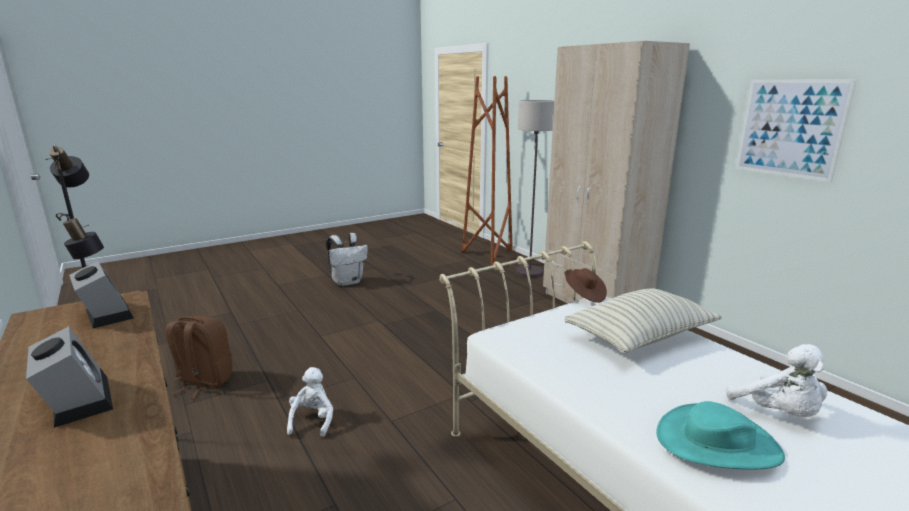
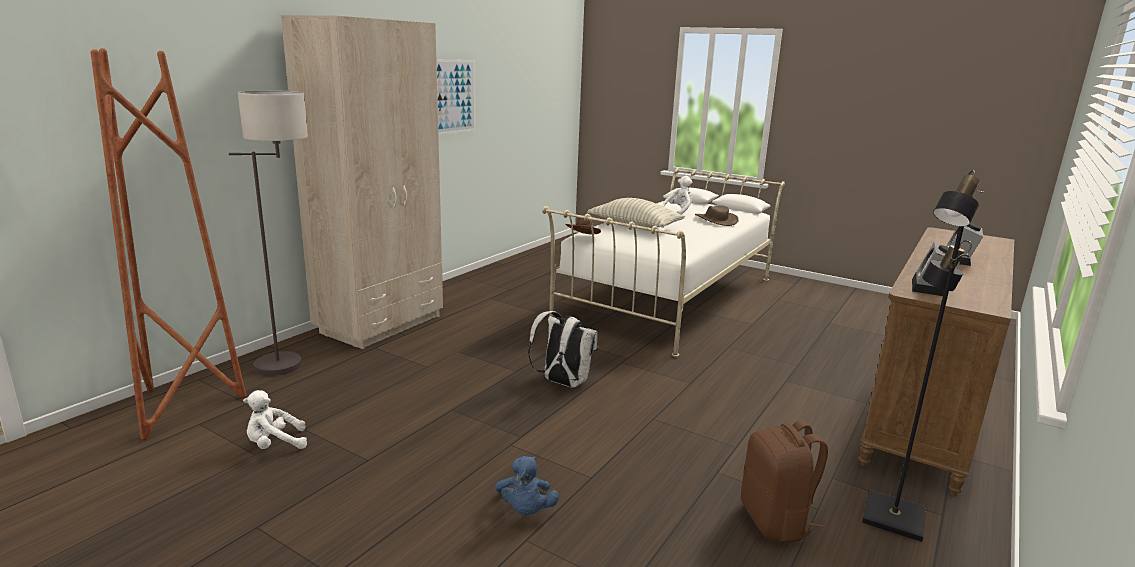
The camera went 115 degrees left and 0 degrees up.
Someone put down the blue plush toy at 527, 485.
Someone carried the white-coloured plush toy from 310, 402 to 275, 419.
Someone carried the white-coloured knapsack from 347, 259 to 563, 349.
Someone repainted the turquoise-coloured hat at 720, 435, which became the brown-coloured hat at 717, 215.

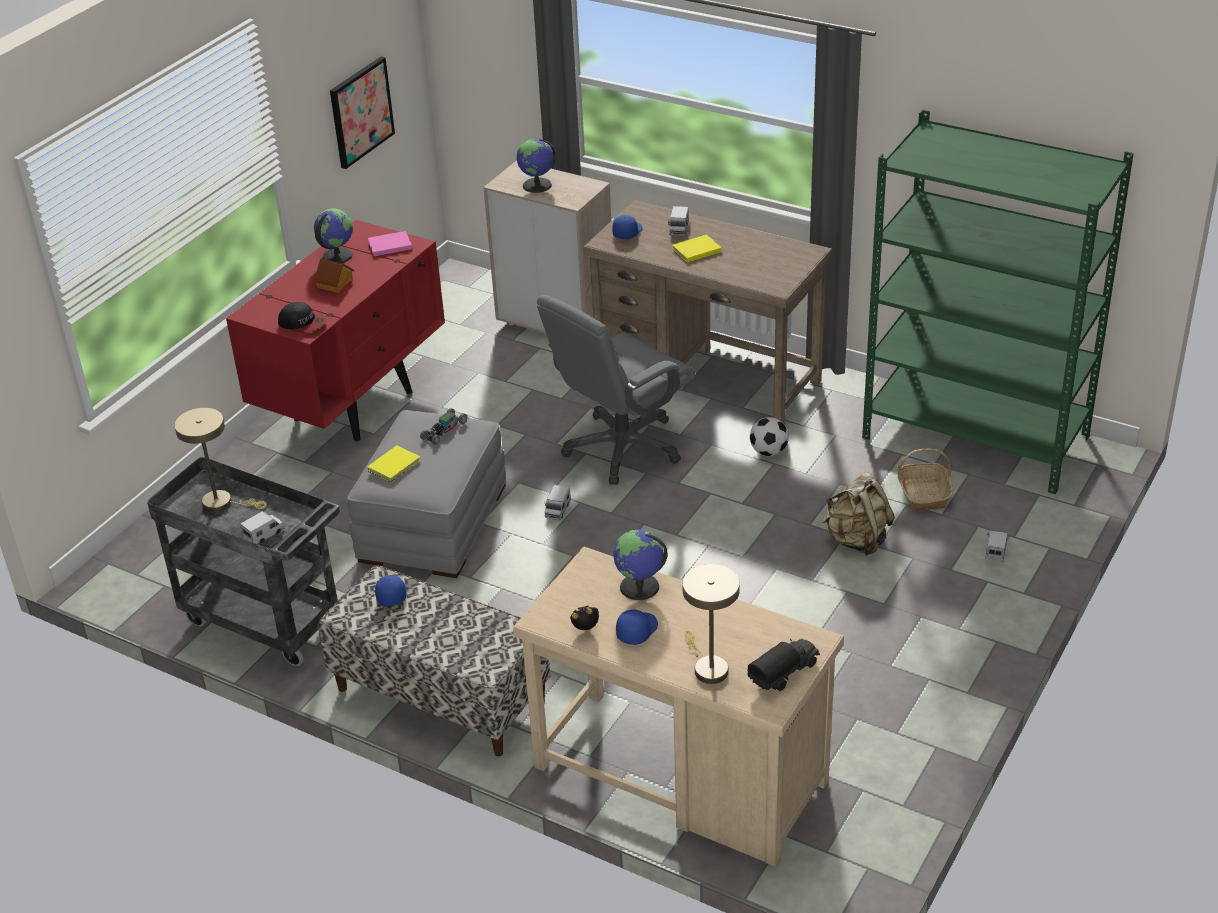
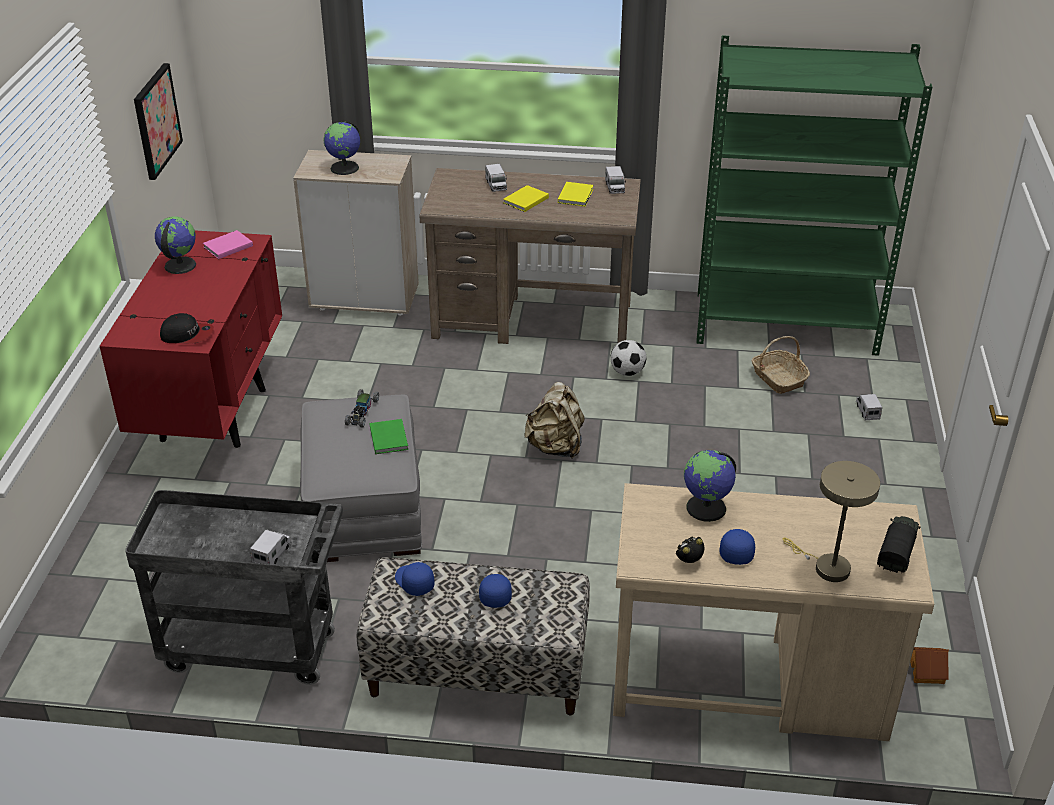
The camera went 25 degrees left and 0 degrees up.
Someone took away the sand-coloured tabletop lamp at 220, 460.
Someone took away the greyish computer chair at 616, 390.
Someone put down the green-coloured bound book at 389, 436.
Someone carried the miniature house from 334, 275 to 929, 665.
Someone carried the yellowish bound book from 394, 464 to 576, 194.
Someone carried the toy lorry from 558, 502 to 615, 180.
Someone carried the blue cap from 627, 227 to 495, 591.
Someone carried the sand-coloured knapsack from 858, 514 to 555, 420.

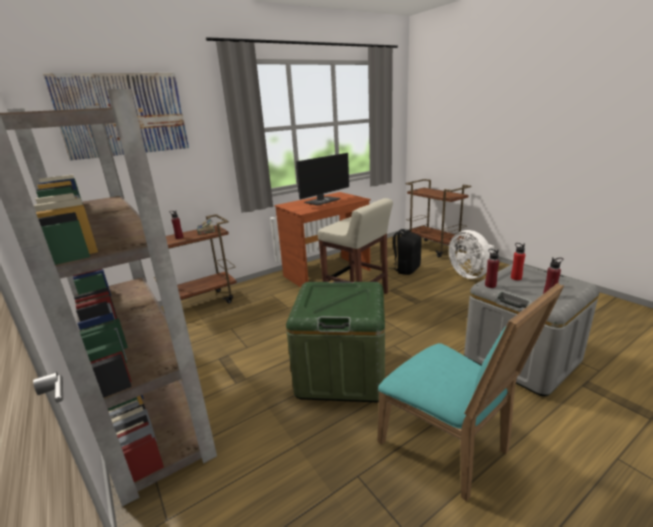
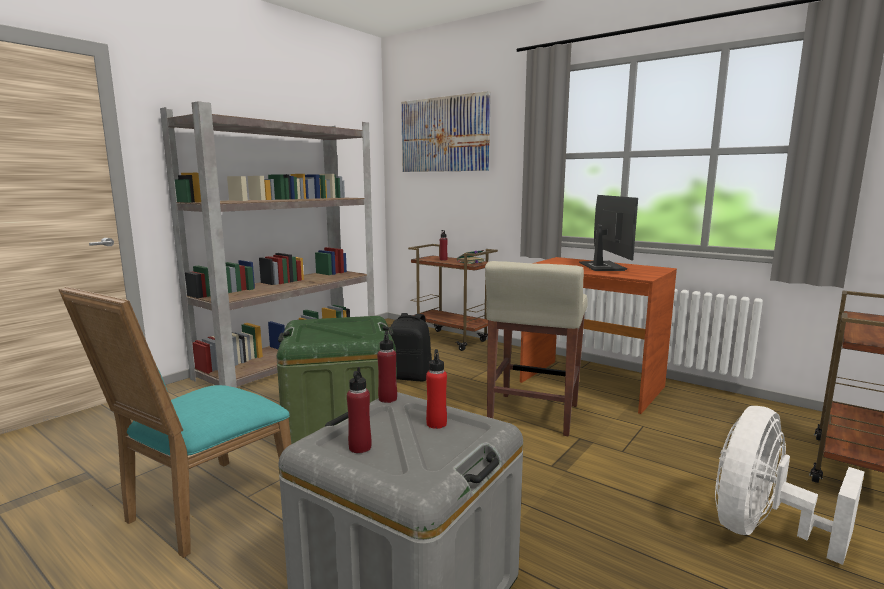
The camera went 70 degrees right and 10 degrees down.
Someone carried the blackish knapsack from 405, 252 to 411, 347.
Someone rotated the computer screen at 322, 179 by 120 degrees counterclockwise.

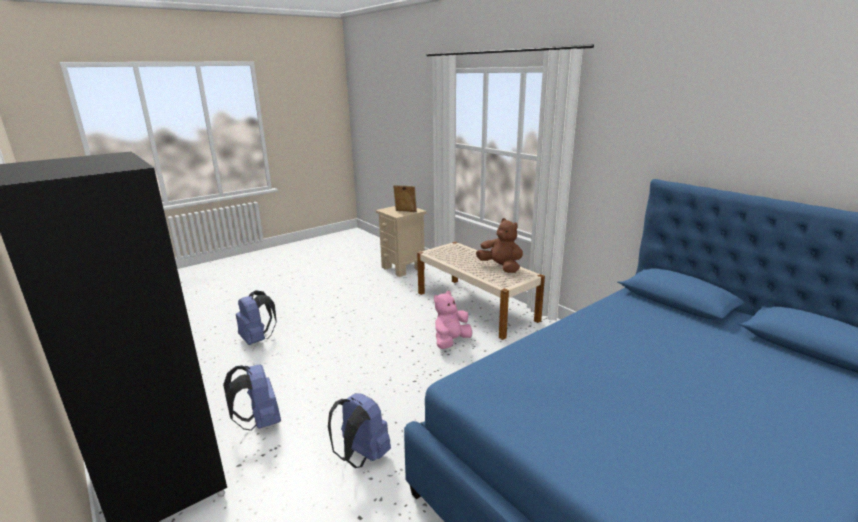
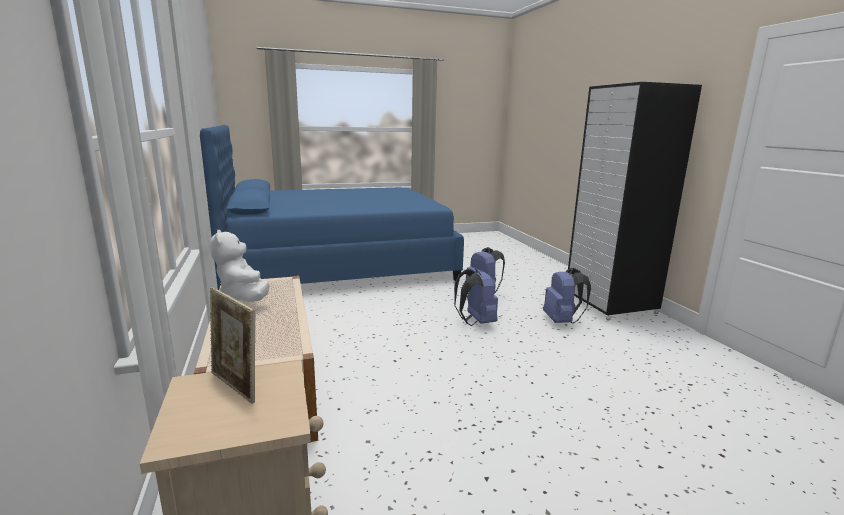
The camera went 160 degrees left and 5 degrees down.
Someone took away the pink-coloured plush toy at 453, 320.
Someone carried the blue knapsack from 256, 317 to 476, 297.
Someone repainted the brown-coloured plush toy at 499, 245, which became the white-coloured plush toy at 239, 266.

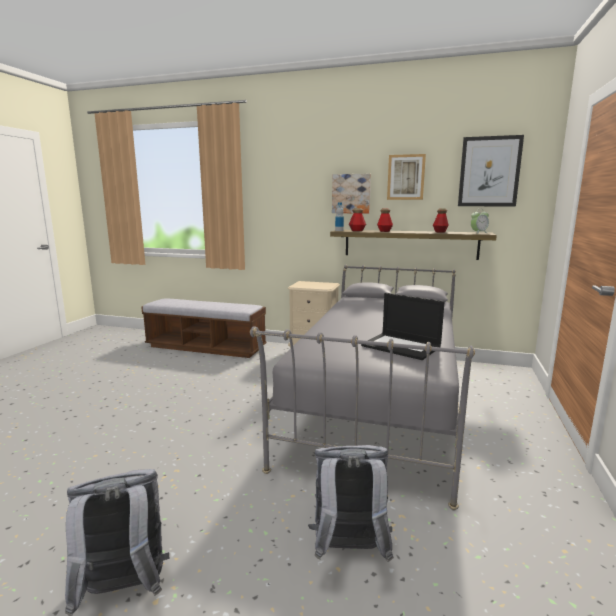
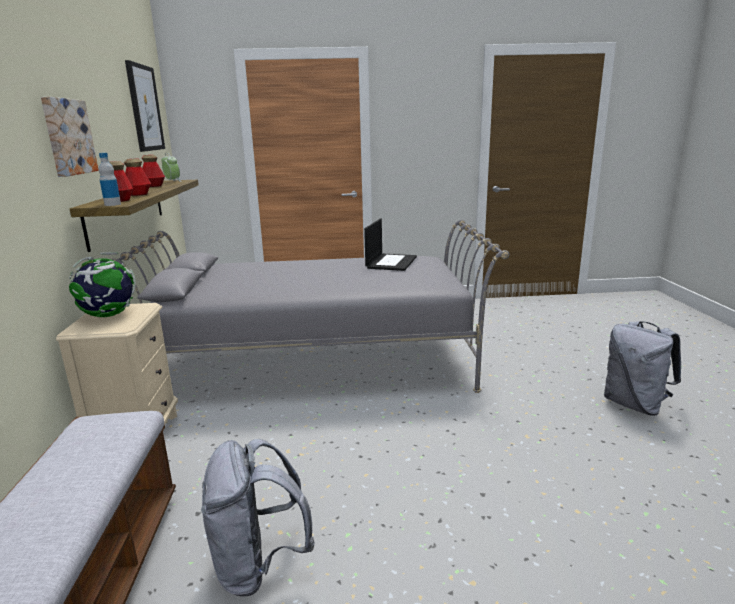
The camera went 110 degrees left and 5 degrees up.
Someone took away the picture at 406, 177.
Someone put down the desk globe at 102, 284.
Someone carried the greyish knapsack from 351, 503 to 258, 517.

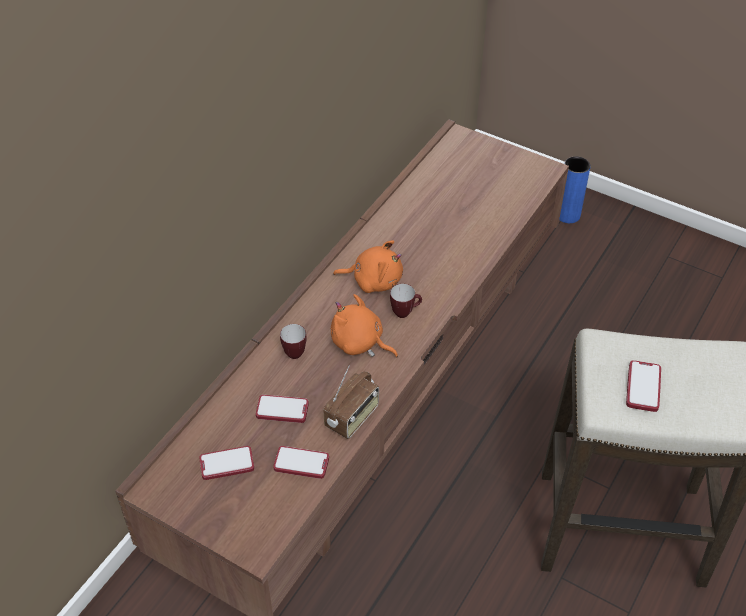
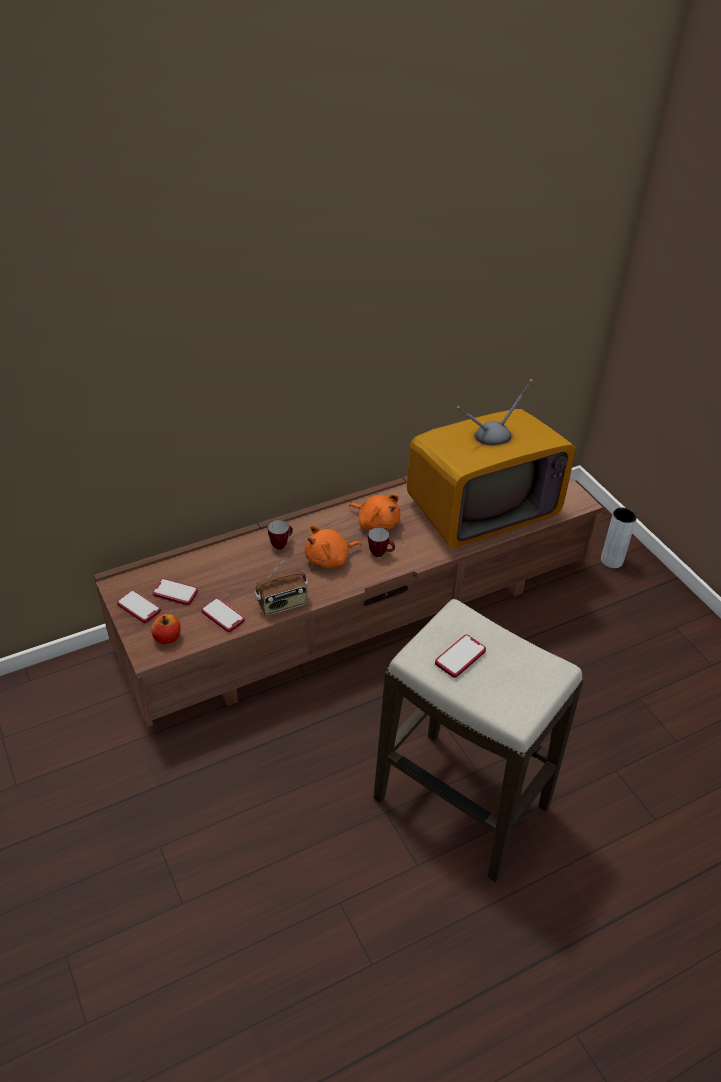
The camera went 30 degrees right and 5 degrees down.
Someone put down the whole apple at 166, 629.
Someone put down the television at 491, 463.
Someone carried the handset from 282, 409 to 139, 606.
Someone repainted the blue vase at 575, 189, which became the greyish vase at 619, 538.
Someone rotated the orange plush toy at 364, 325 by 90 degrees counterclockwise.

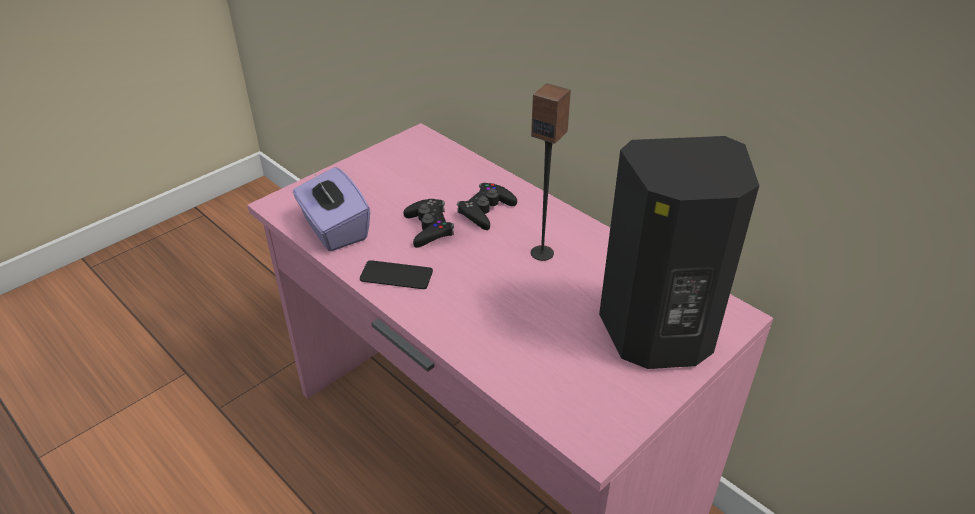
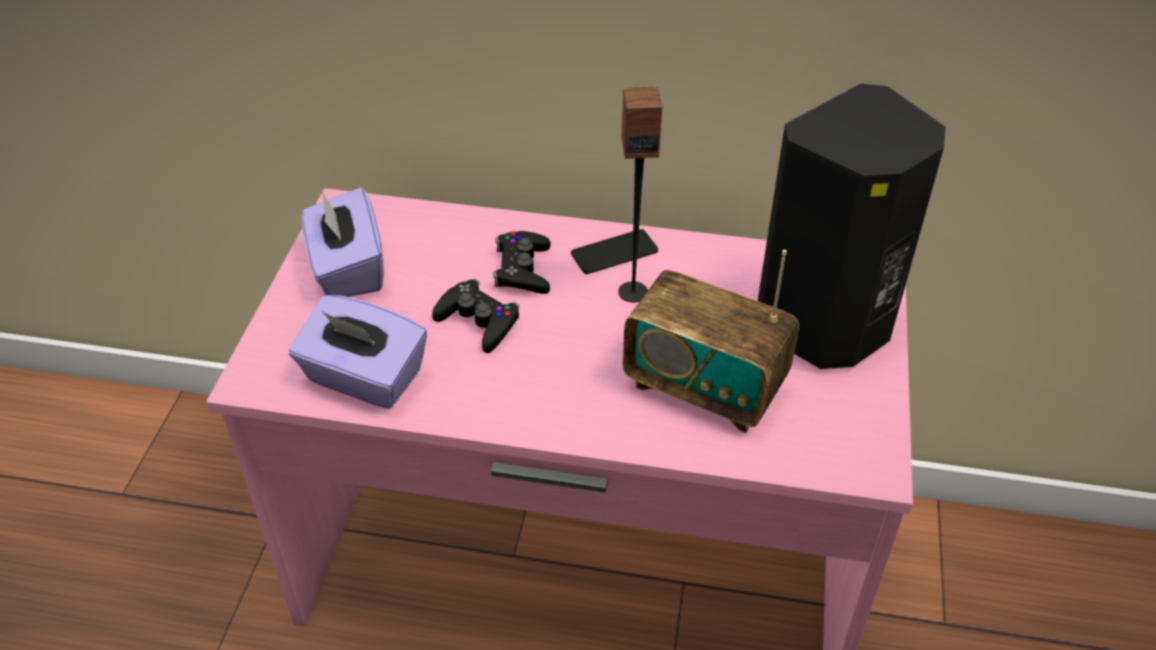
The camera went 35 degrees left and 5 degrees up.
Someone put down the purple-coloured box of tissues at 342, 242.
Someone put down the radio set at 711, 341.
Someone carried the handset from 396, 274 to 614, 251.

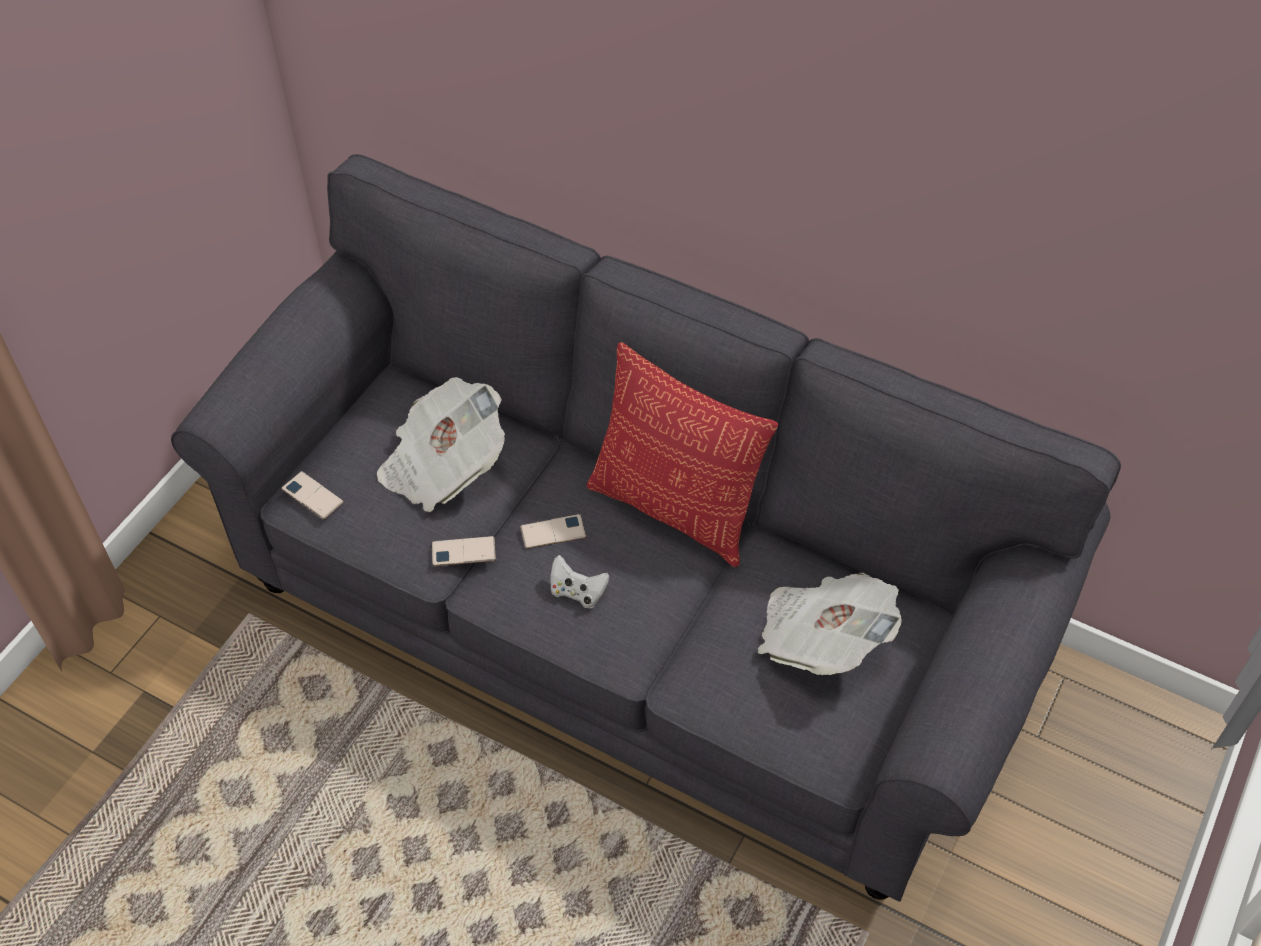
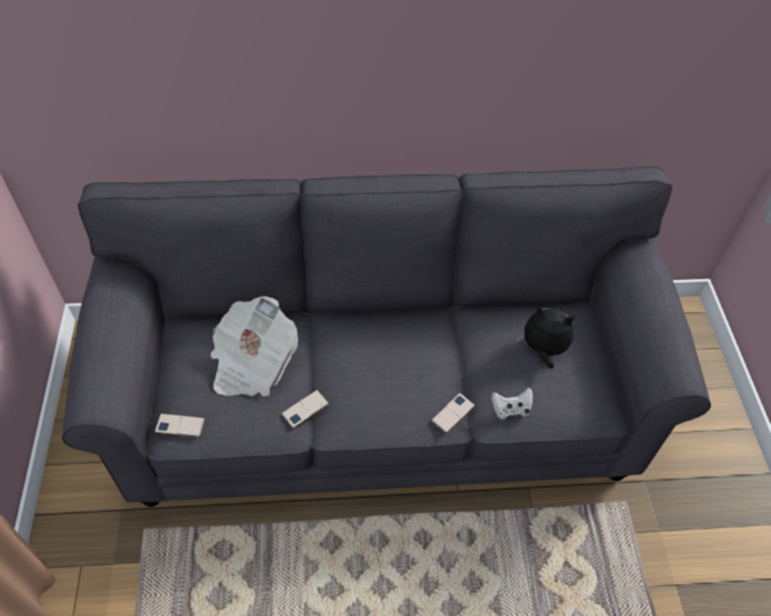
The camera went 35 degrees left and 0 degrees up.
Someone took away the red-coloured cushion at 682, 454.
Someone carried the handset from 553, 531 to 453, 413.
Someone carried the white-coloured joypad from 579, 581 to 512, 403.
Someone swapped the daily paper at 830, 624 for the plush toy at 546, 336.

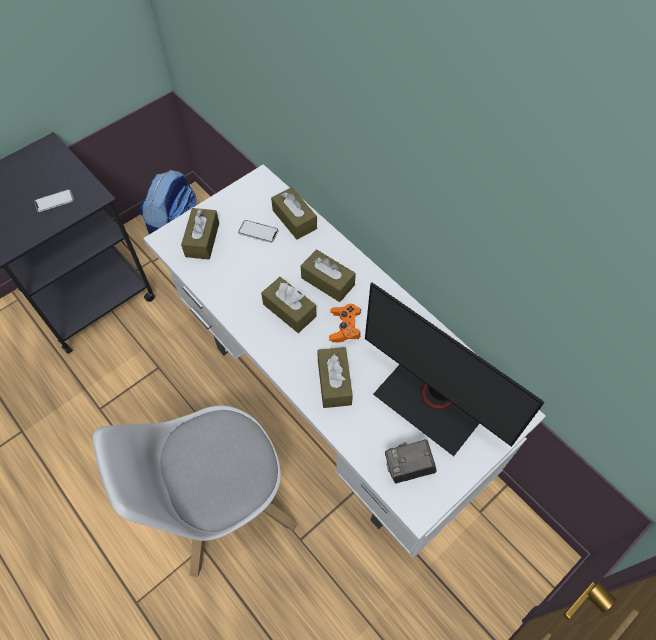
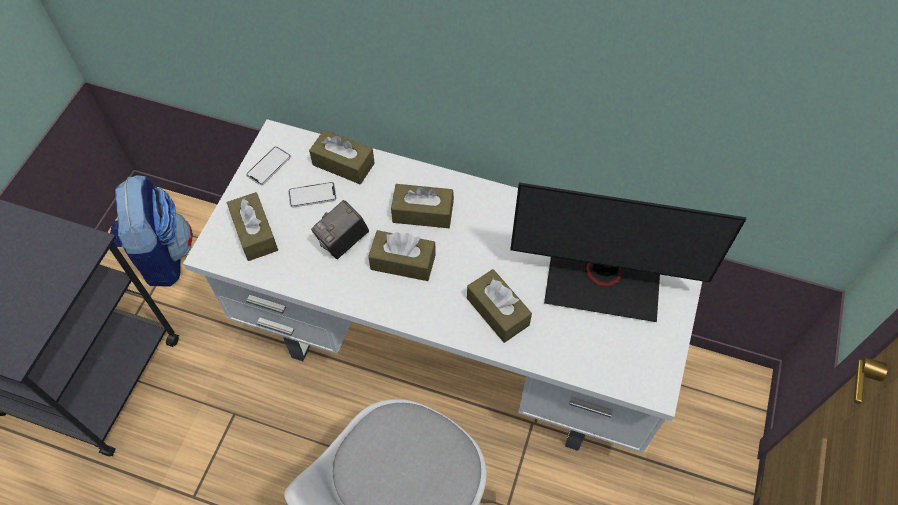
The camera went 30 degrees left and 0 degrees up.
Someone took away the orange joypad at 345, 323.
Someone carried the handset from 54, 200 to 268, 166.
Someone carried the photo camera from 410, 461 to 340, 229.

